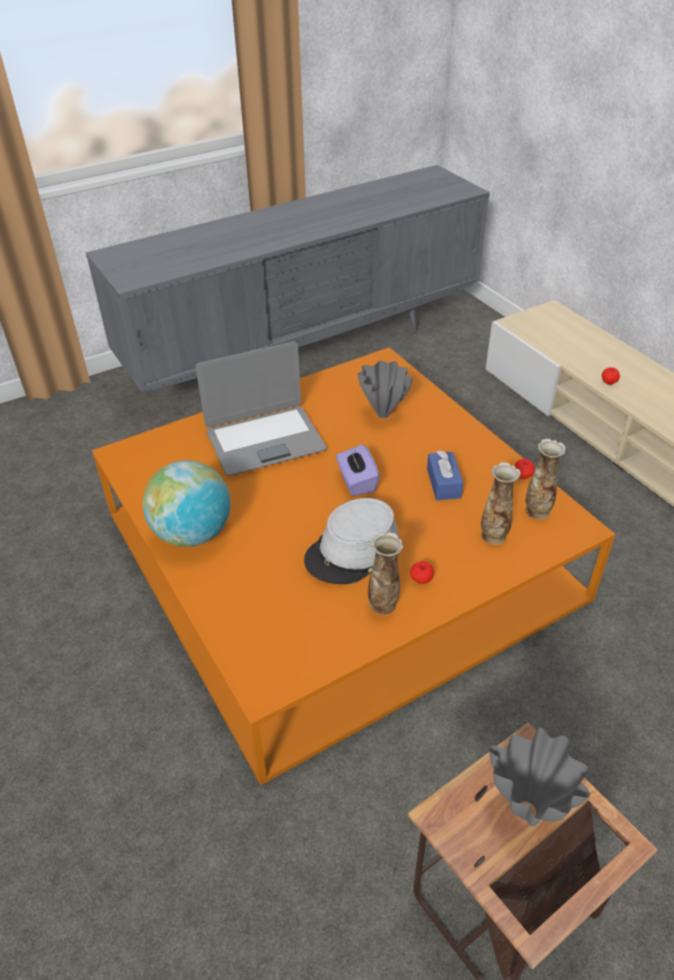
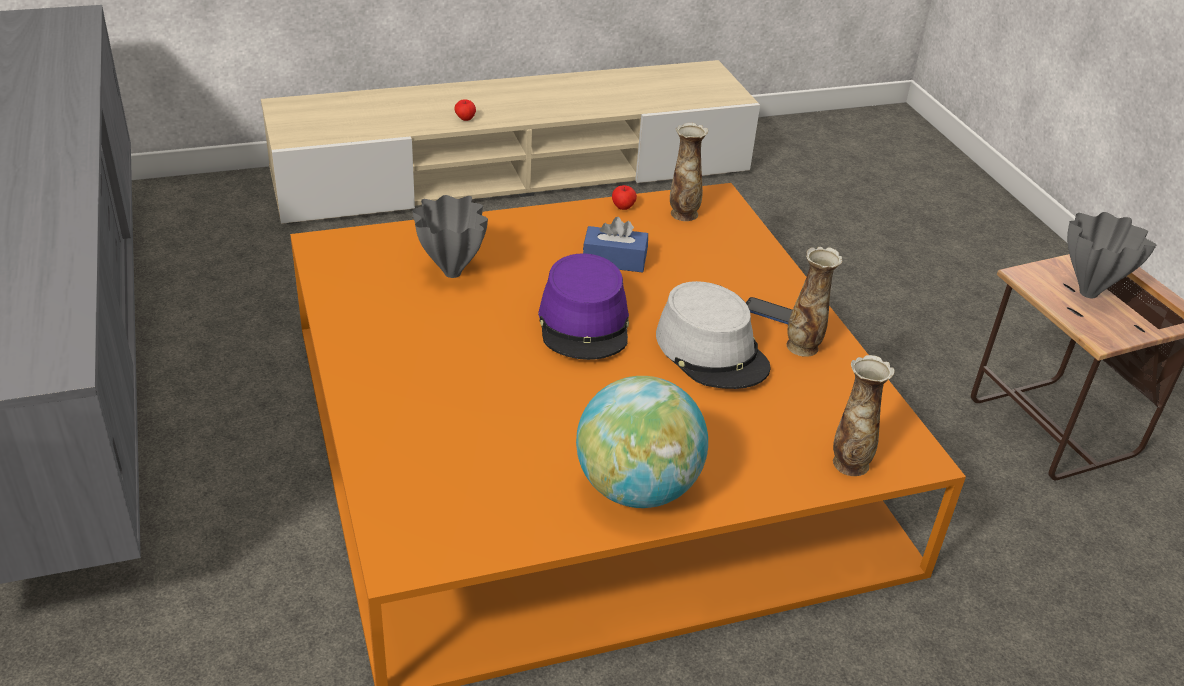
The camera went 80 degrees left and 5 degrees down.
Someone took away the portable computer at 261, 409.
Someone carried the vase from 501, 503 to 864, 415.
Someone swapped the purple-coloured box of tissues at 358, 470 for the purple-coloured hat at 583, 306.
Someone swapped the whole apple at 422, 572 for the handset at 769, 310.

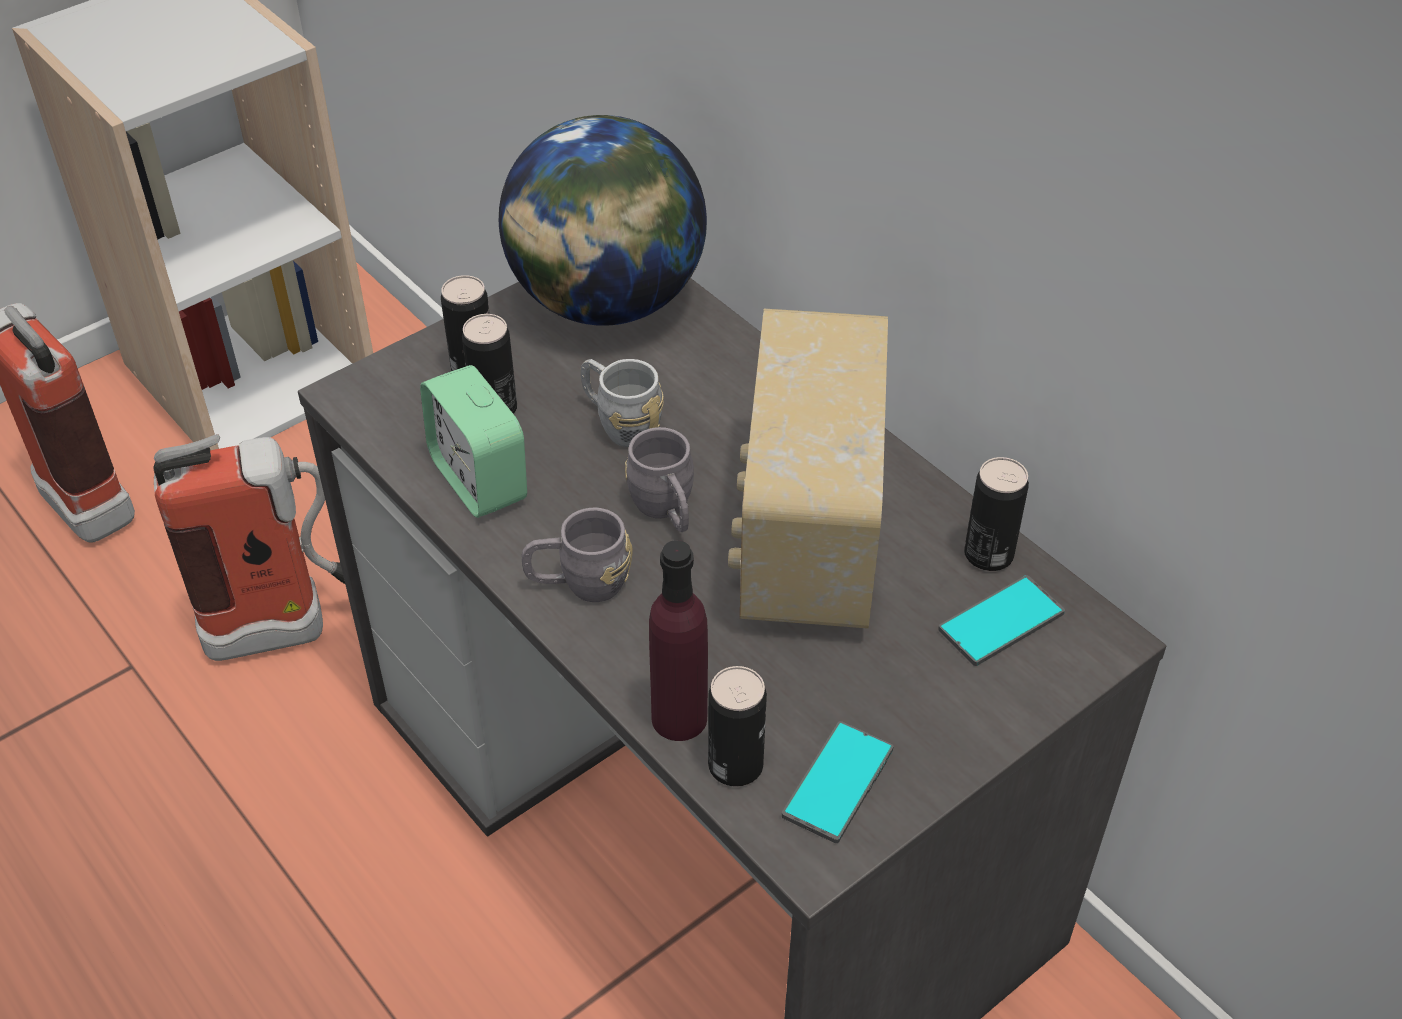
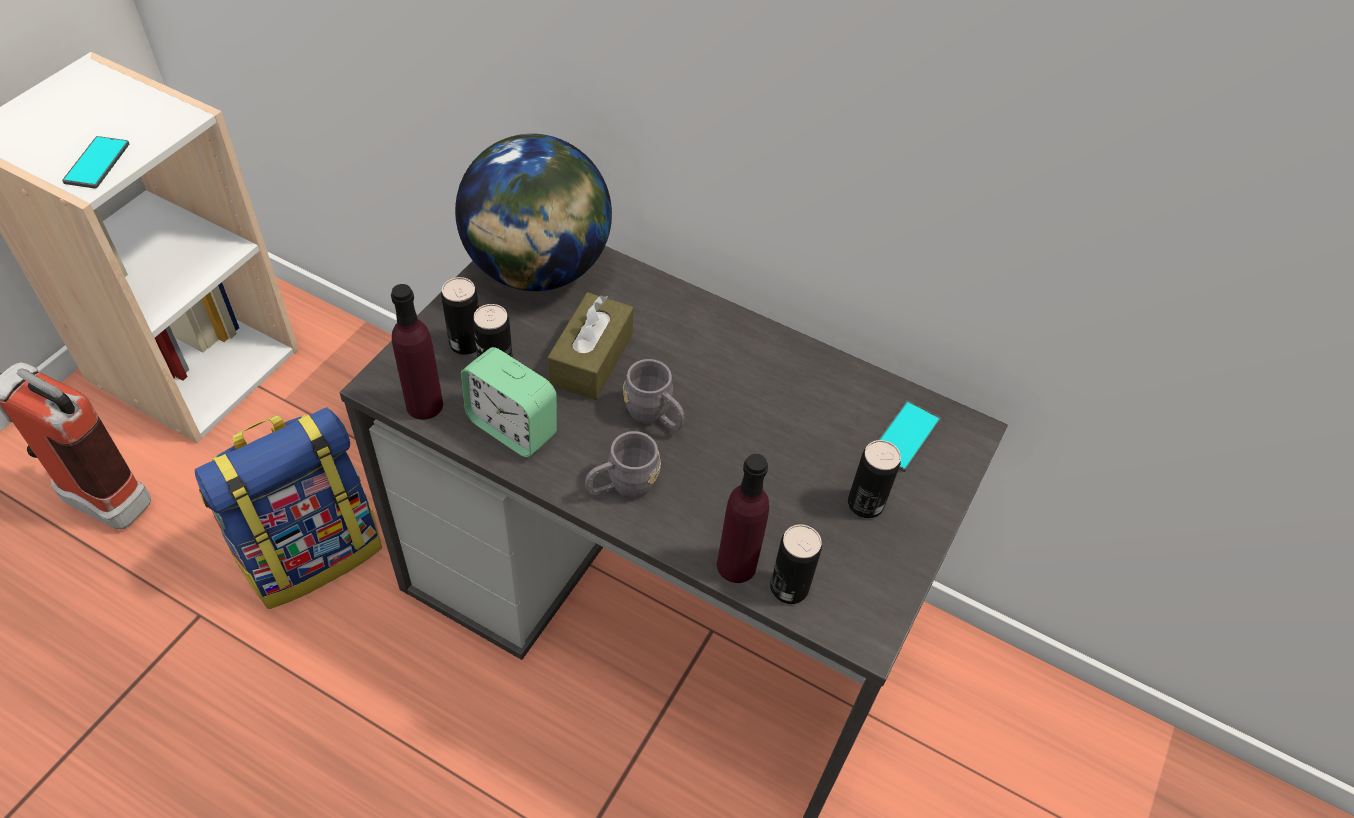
The camera went 25 degrees left and 5 degrees up.
Someone took away the radio set at 808, 469.
Someone put down the purple-coloured bottle at 417, 352.
Someone carried the handset from 837, 782 to 95, 162.
Someone carried the sealed can from 996, 514 to 874, 479.
Someone swapped the fire extinguisher at 249, 547 for the knapsack at 288, 508.
Someone swapped the greyish coffee mug at 622, 403 for the brown-coloured box of tissues at 590, 346.

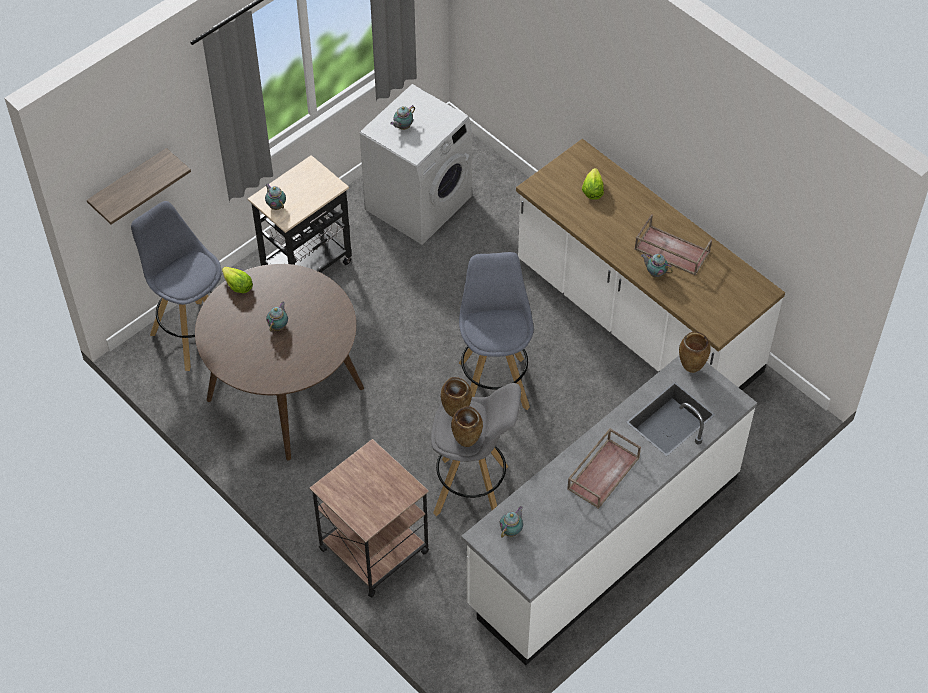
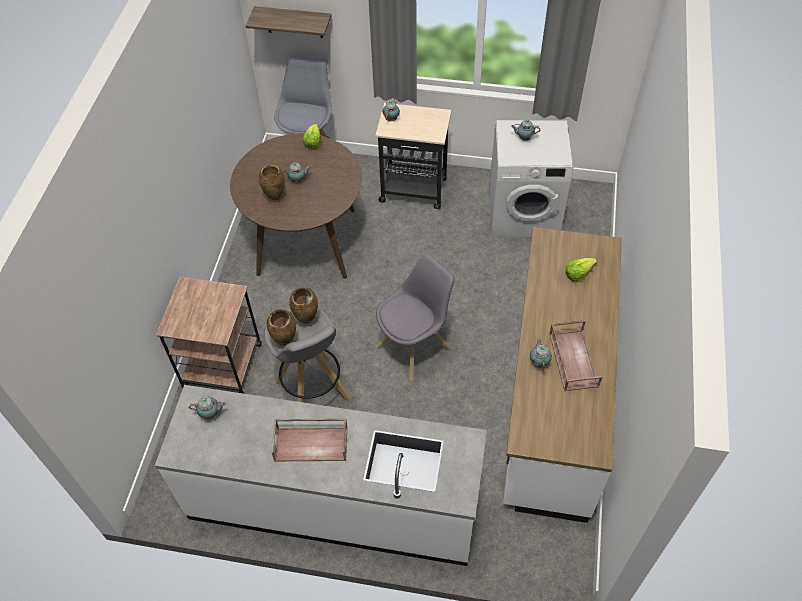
The camera went 55 degrees right and 0 degrees up.
Someone carried the brown-coloured vase from 695, 352 to 272, 183.
Someone swapped the greyish stool seat at 496, 331 for the greyish upright chair at 415, 317.

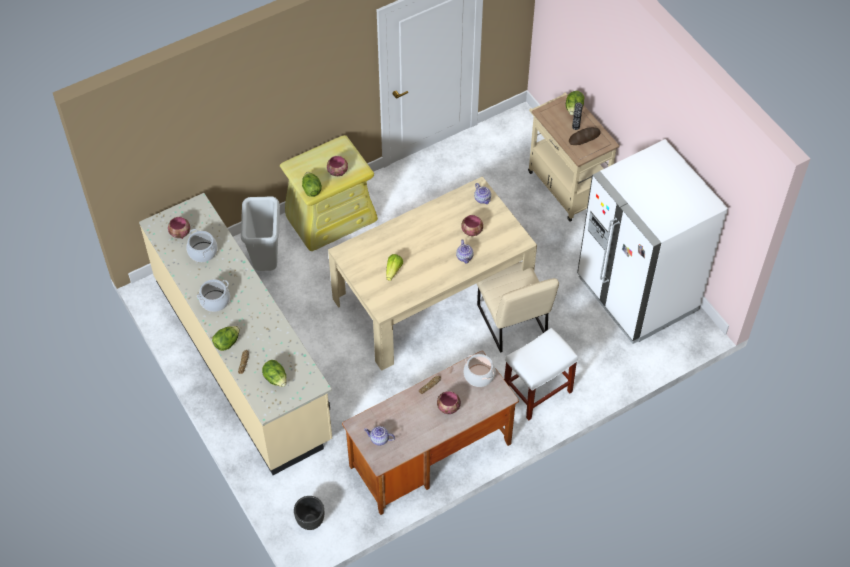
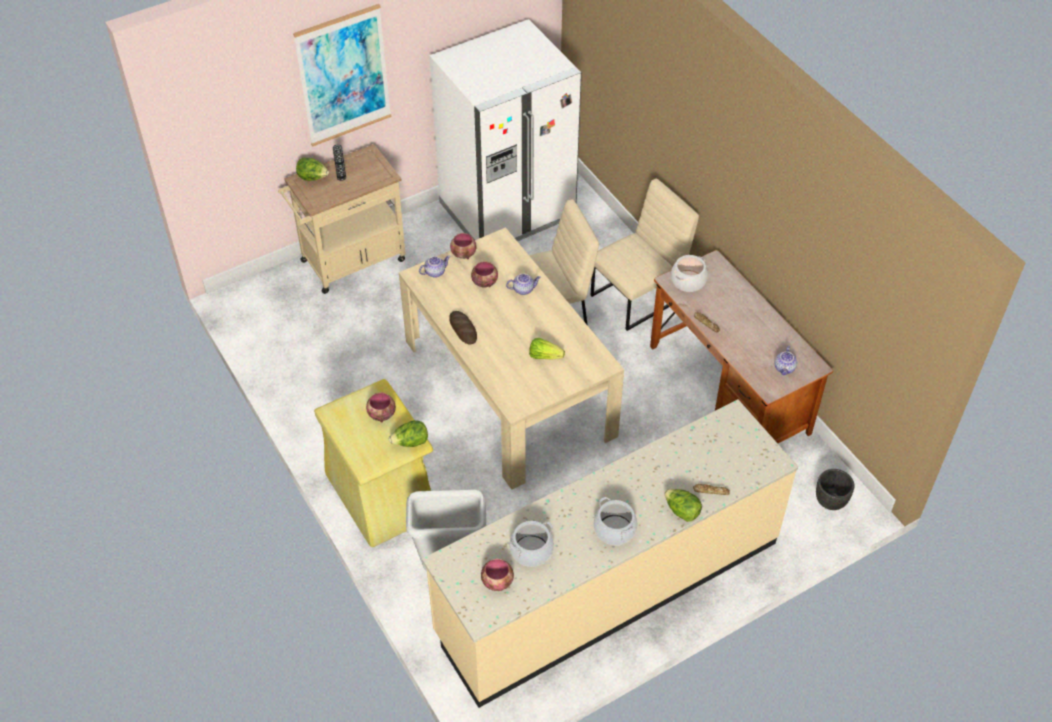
The camera went 90 degrees left and 5 degrees down.
Someone took away the lettuce head at 274, 373.
Someone put up the picture at 342, 75.
Someone carried the serving bowl from 449, 402 to 463, 246.
Someone carried the baked bread from 585, 136 to 463, 328.
Someone swapped the white-coloured stool seat at 541, 374 for the sand-coloured upright chair at 645, 254.

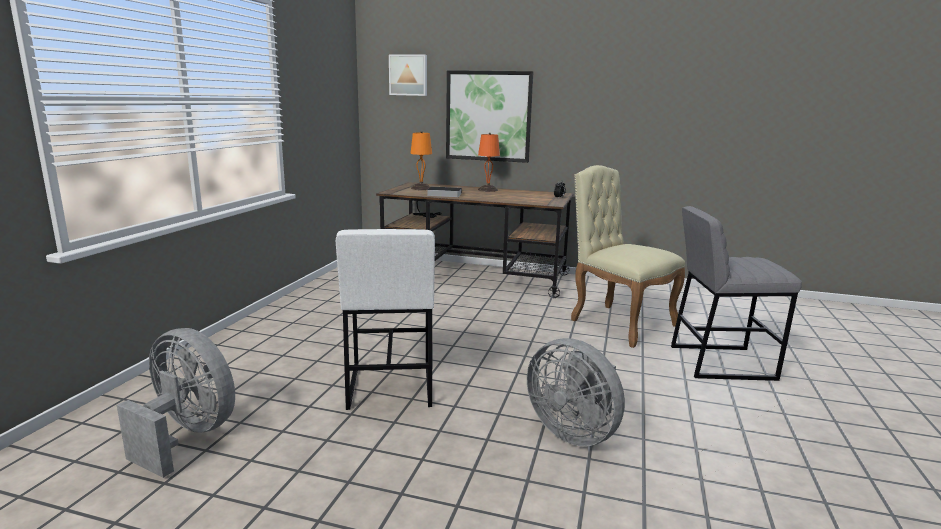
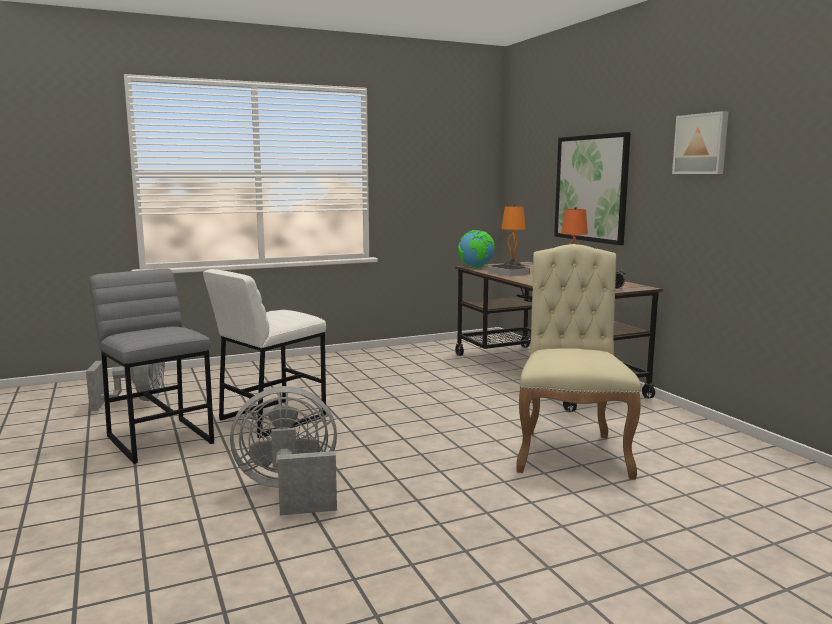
The camera went 50 degrees right and 5 degrees down.
Someone put down the desk globe at 476, 249.
Someone carried the picture from 408, 75 to 700, 142.
Someone carried the greyish upright chair from 736, 293 to 151, 366.
Someone rotated the greyish fan at 576, 392 by 75 degrees clockwise.

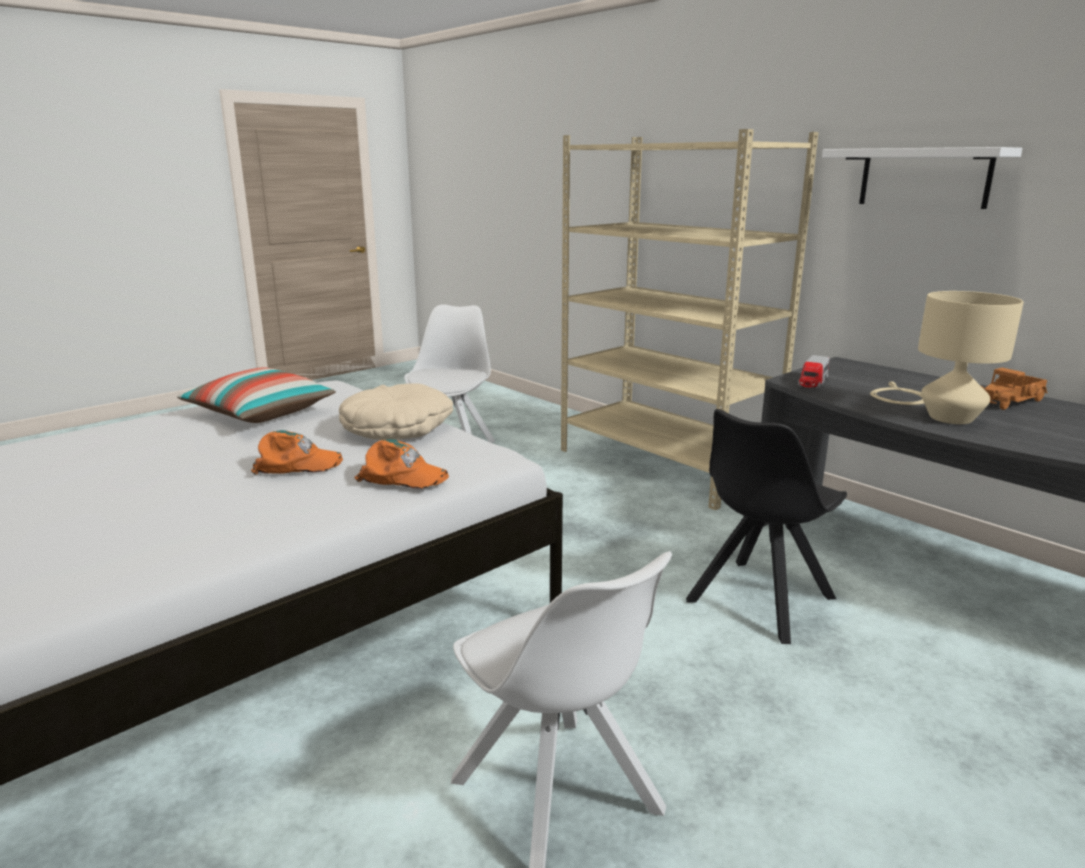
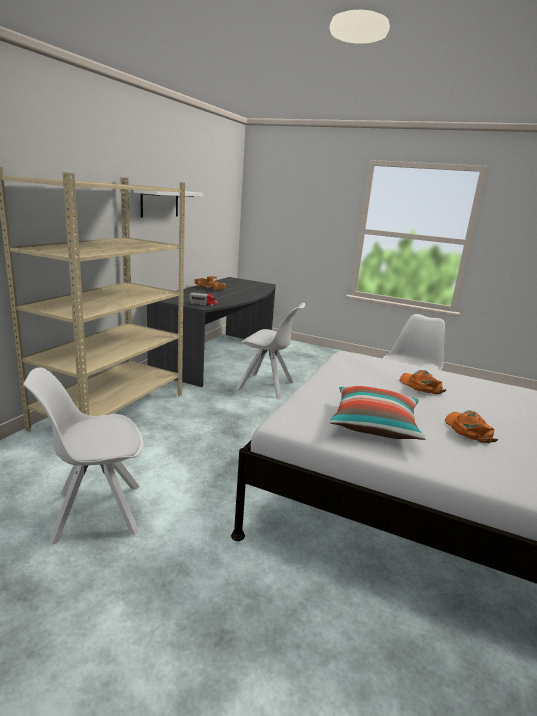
The camera went 115 degrees left and 0 degrees up.
Someone took away the sand-coloured cushion at 396, 412.
Someone took away the sand-coloured tabletop lamp at 947, 357.
Someone carried the orange cap from 401, 463 to 471, 426.
Someone repainted the blackish upright chair at 766, 526, which became the white-coloured upright chair at 270, 351.

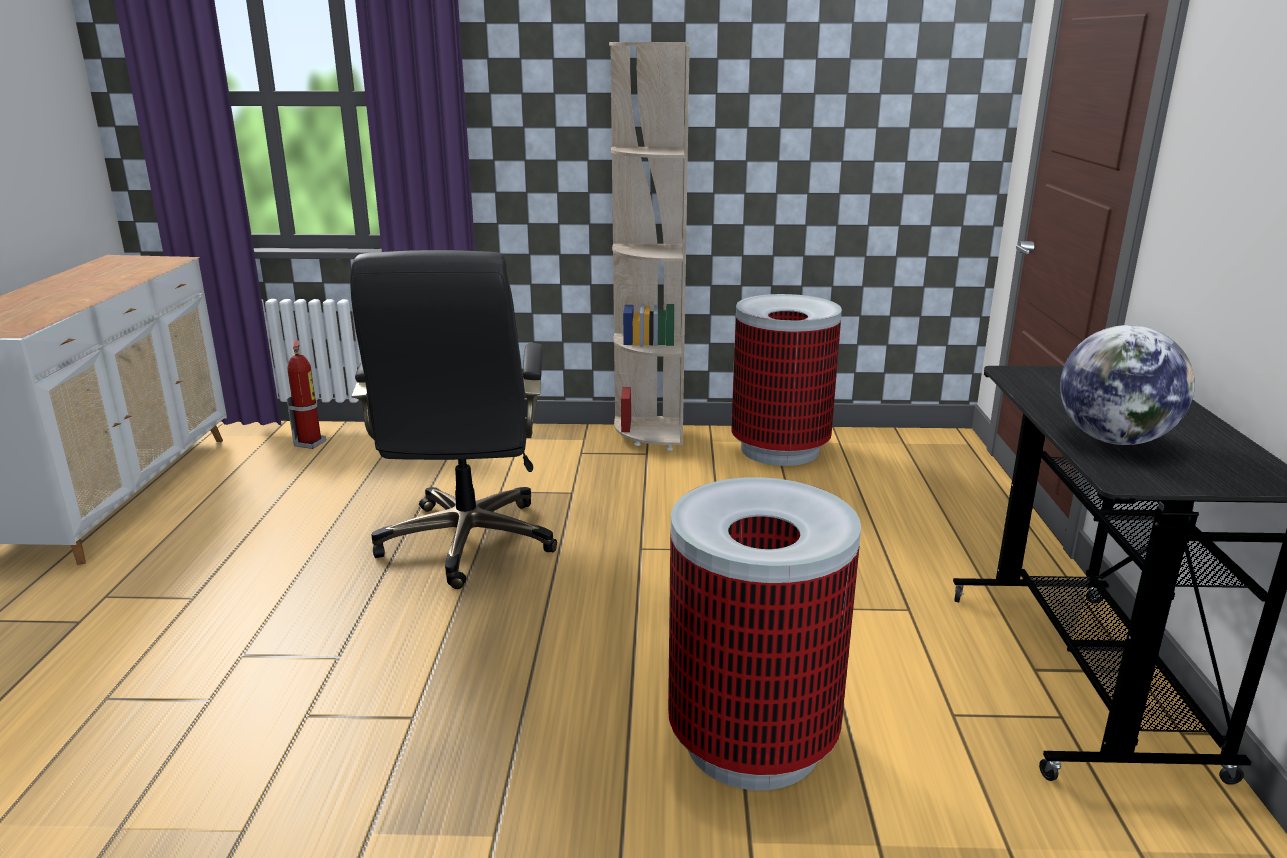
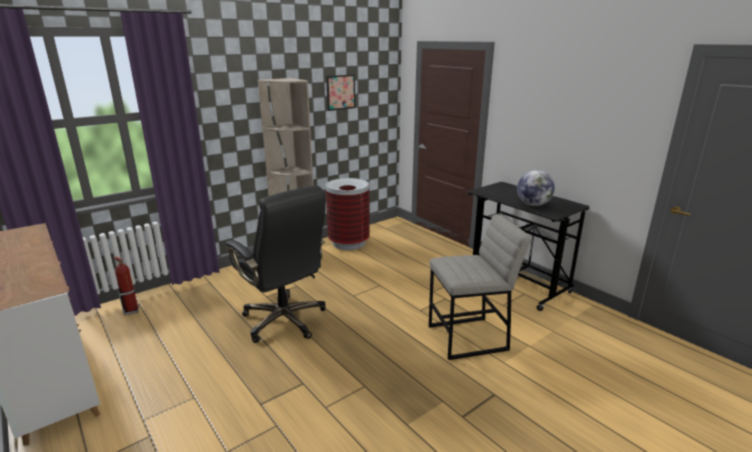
The camera went 40 degrees left and 0 degrees up.
Someone put up the picture at 340, 93.
Someone swapped the waste bin at 764, 633 for the greyish upright chair at 480, 287.

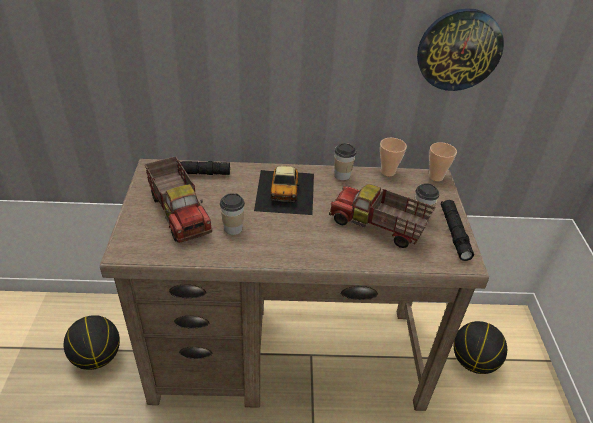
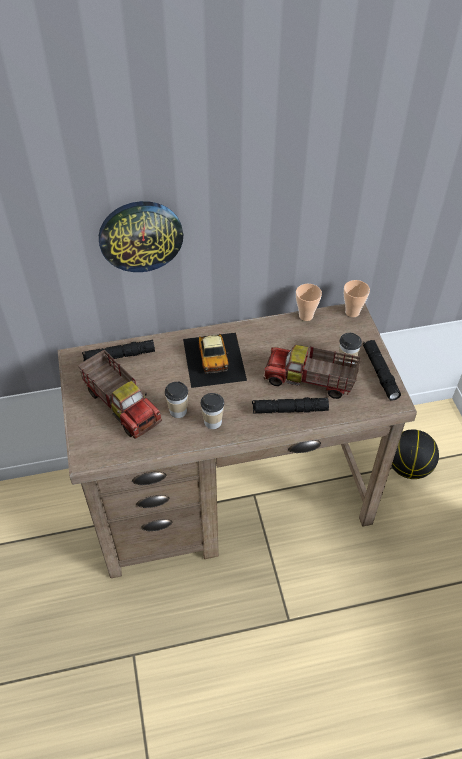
The camera went 10 degrees left and 10 degrees up.
Someone took away the basketball ball at 92, 342.
Someone put down the blackish torch at 290, 405.
Someone carried the cup from 345, 161 to 212, 411.
Someone carried the wall clock from 460, 49 to 141, 236.

